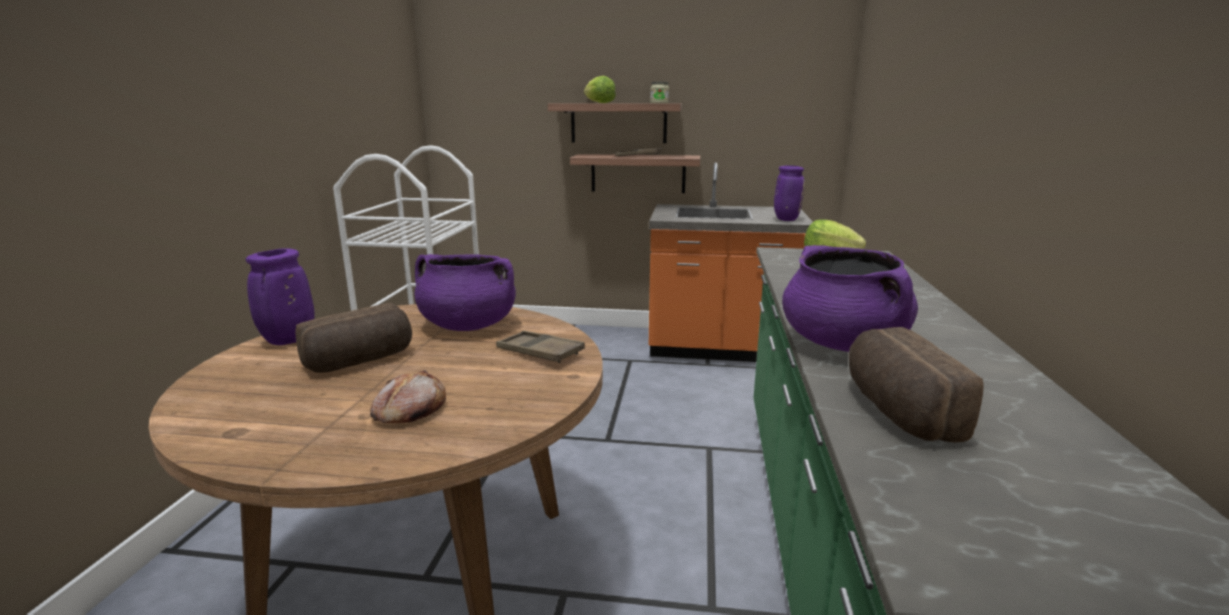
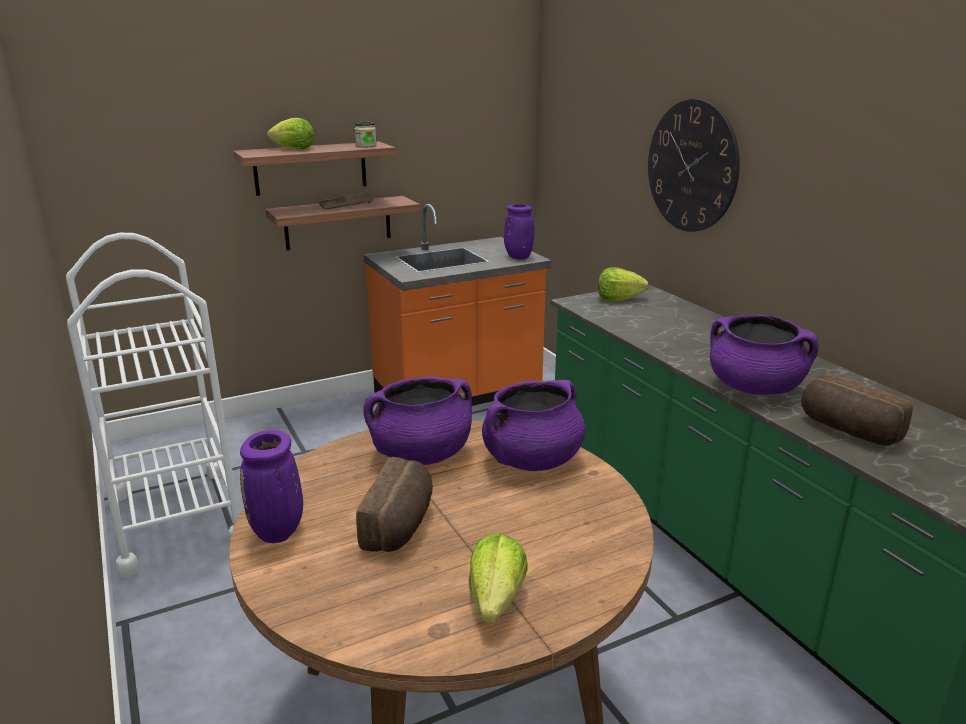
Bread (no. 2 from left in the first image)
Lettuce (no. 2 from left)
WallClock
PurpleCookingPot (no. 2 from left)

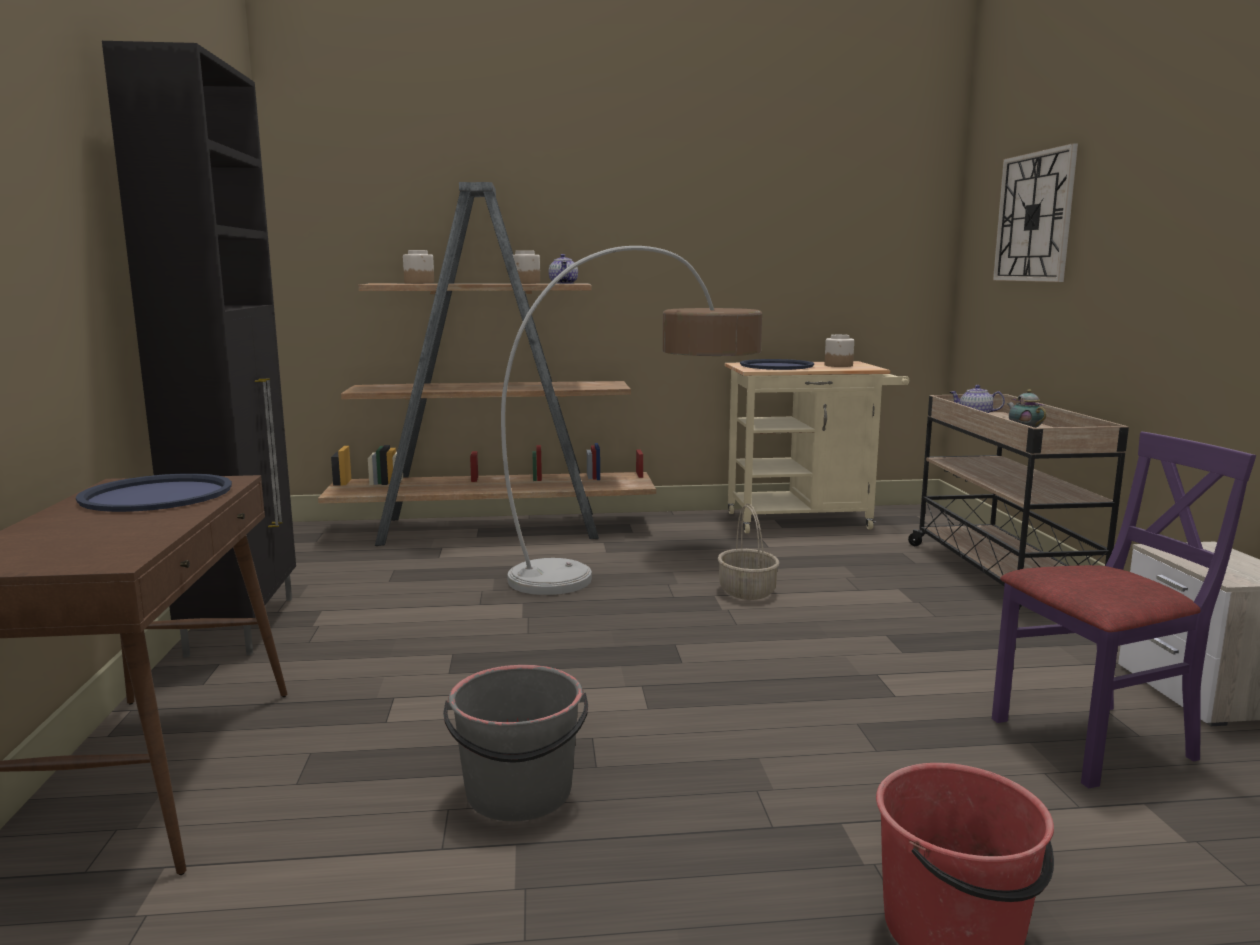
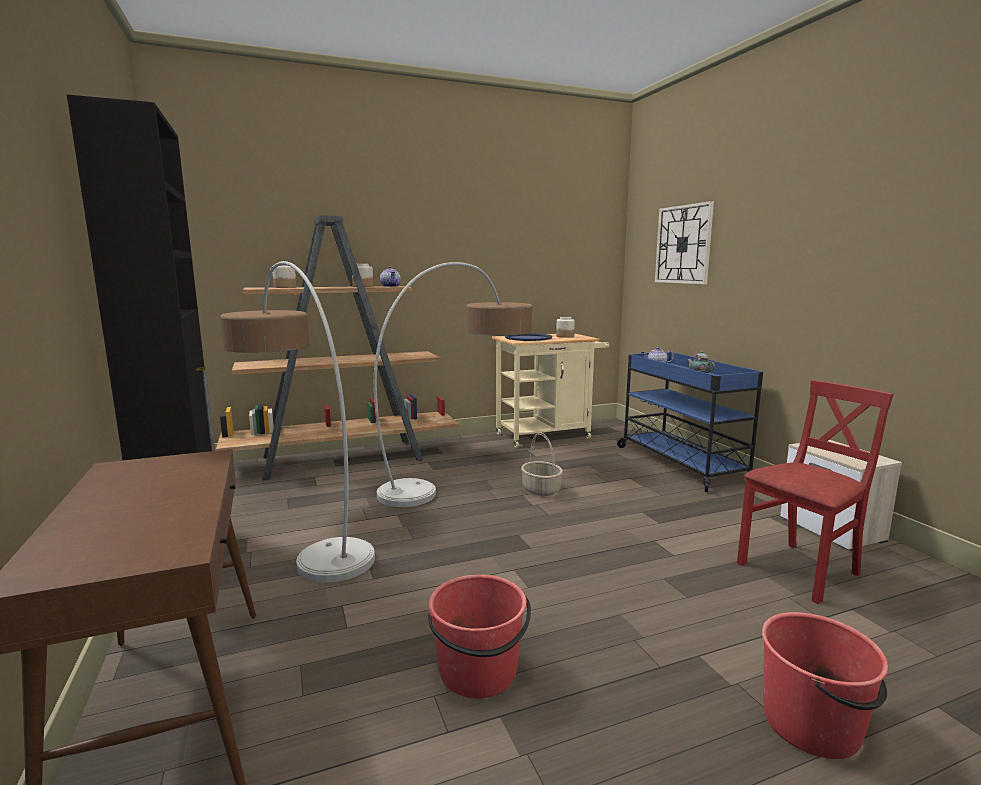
BlueTray (no. 1 from left in the first image)
FloorLamp (no. 1 from left)
RedBucket (no. 1 from left)
BlueCart
RedChair

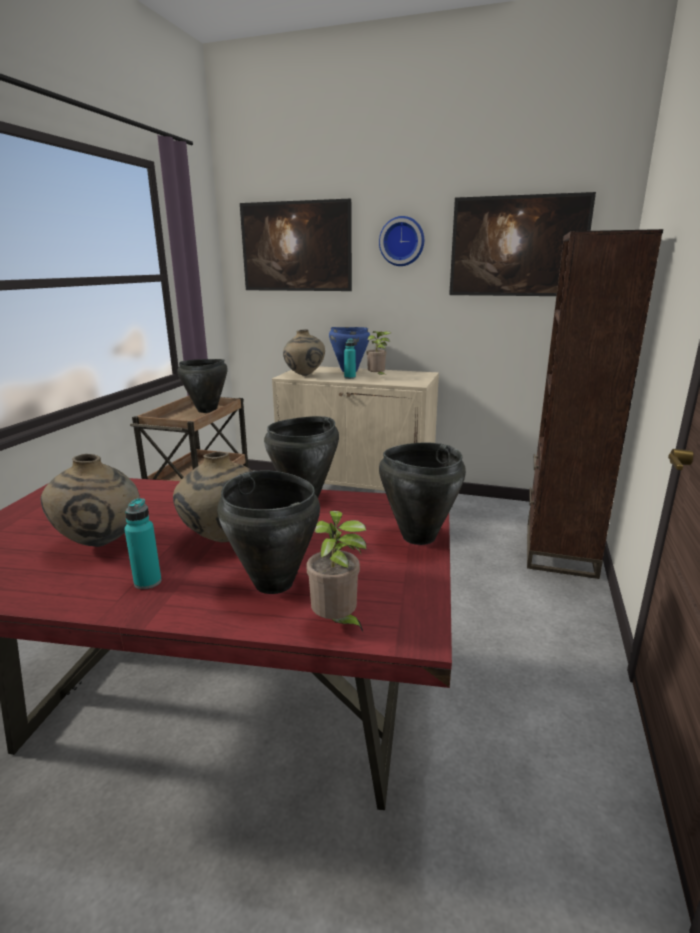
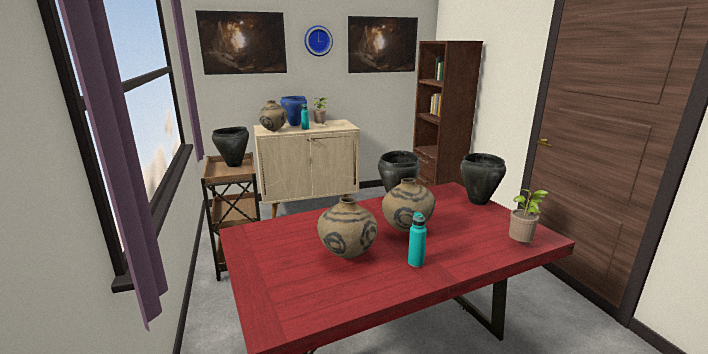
BlackCookingPot (no. 2 from left in the first image)

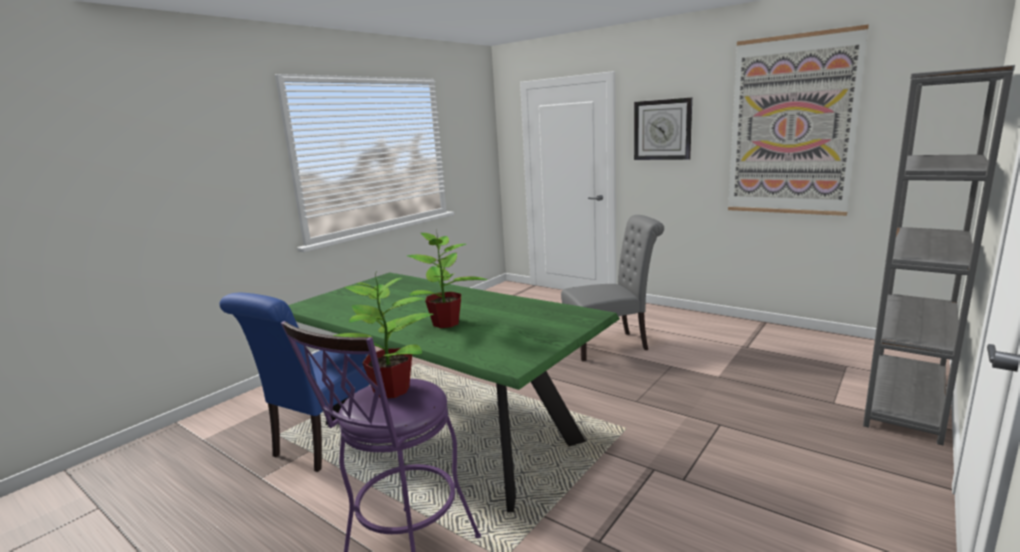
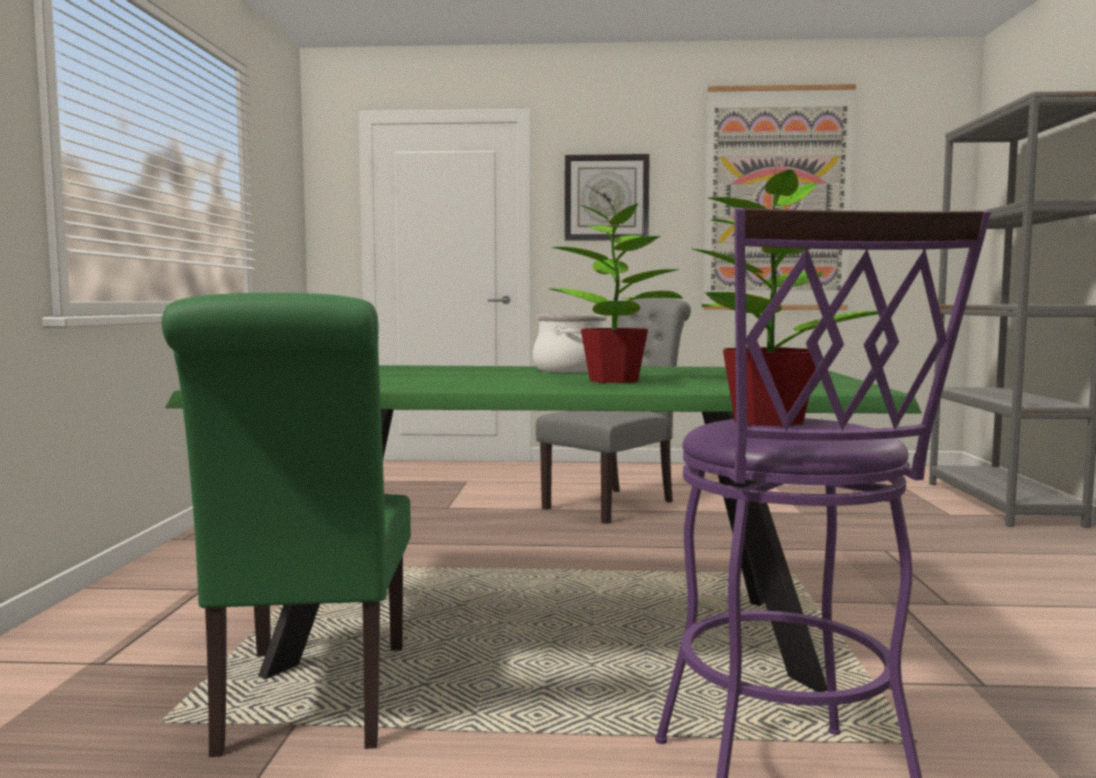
CookingPot
GreenChair

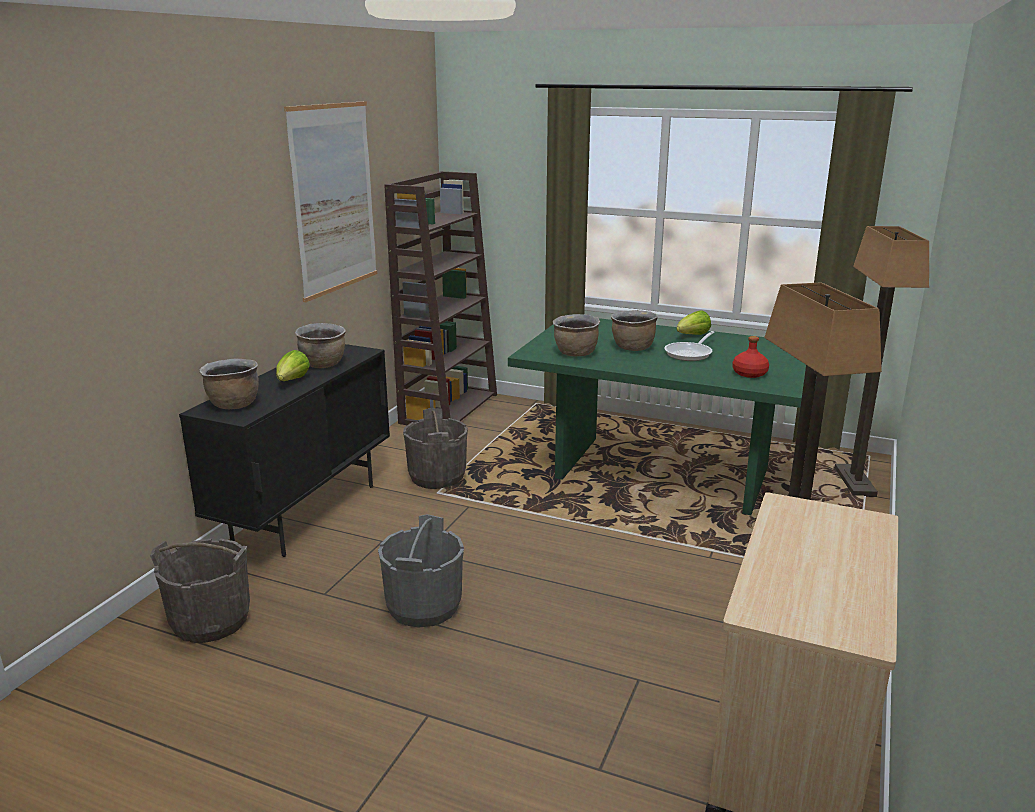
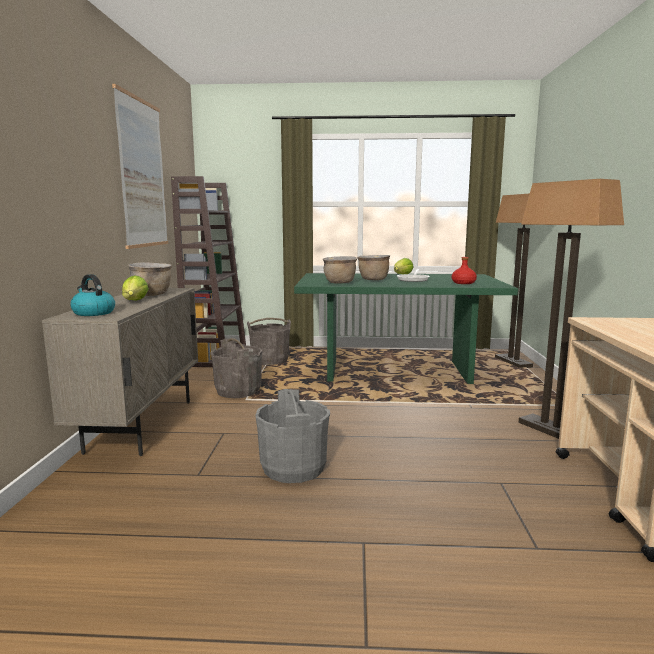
GreyBucket (no. 2 from left)
Kettle
BeigeCabinet

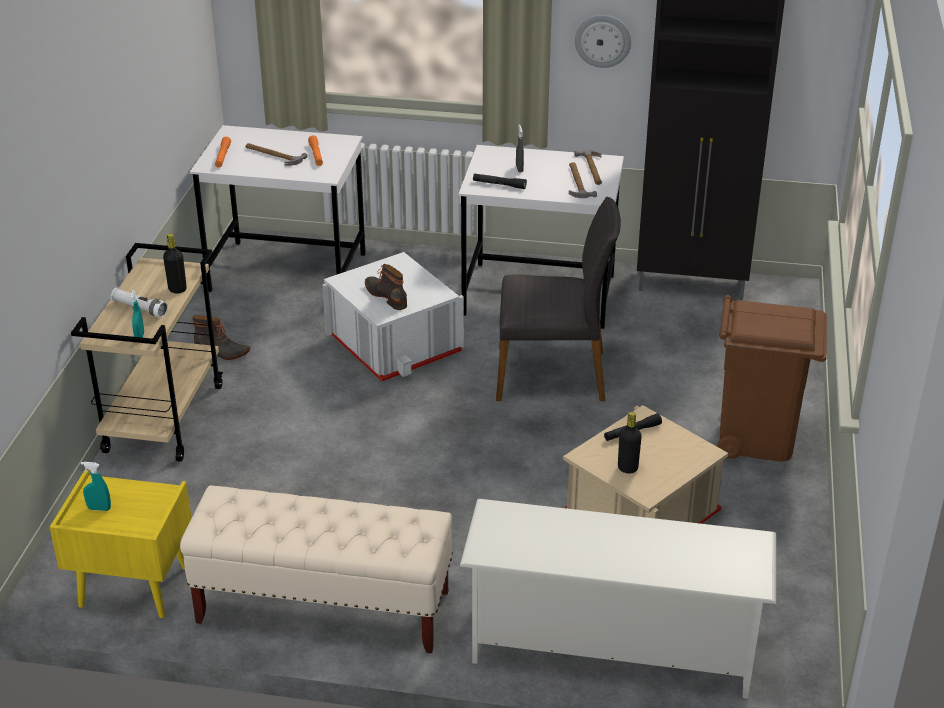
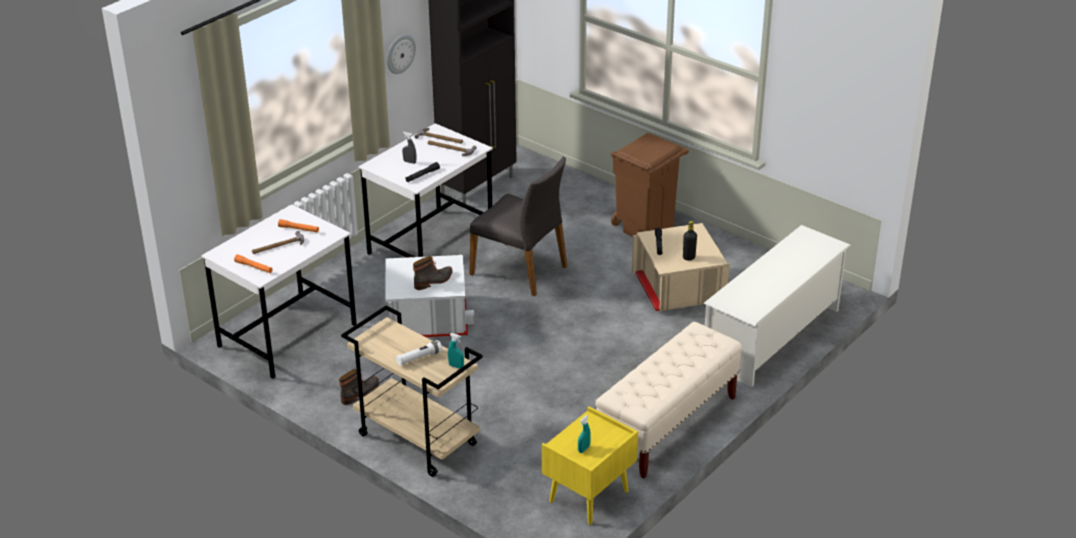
BlackBottle (no. 1 from left in the first image)
Boot (no. 2 from left)
GreyChair

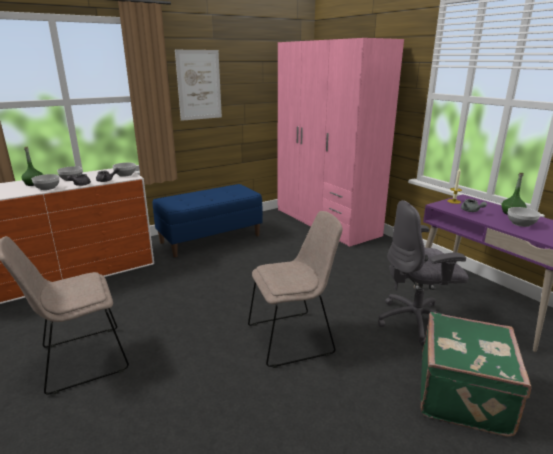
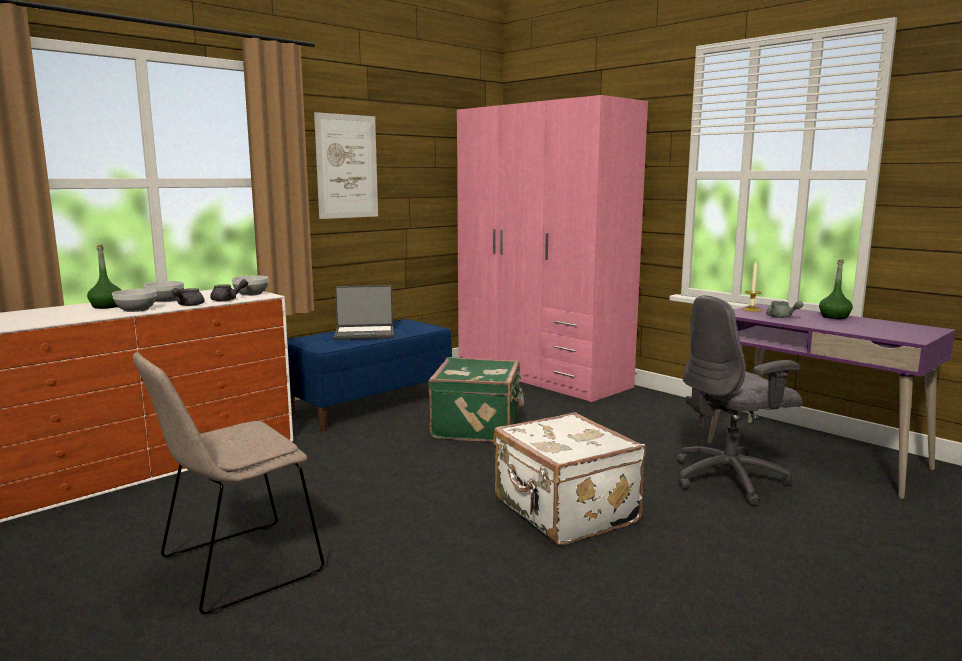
Bowl (no. 4 from left in the first image)
Laptop
GreenSuitcase
WhiteSuitcase

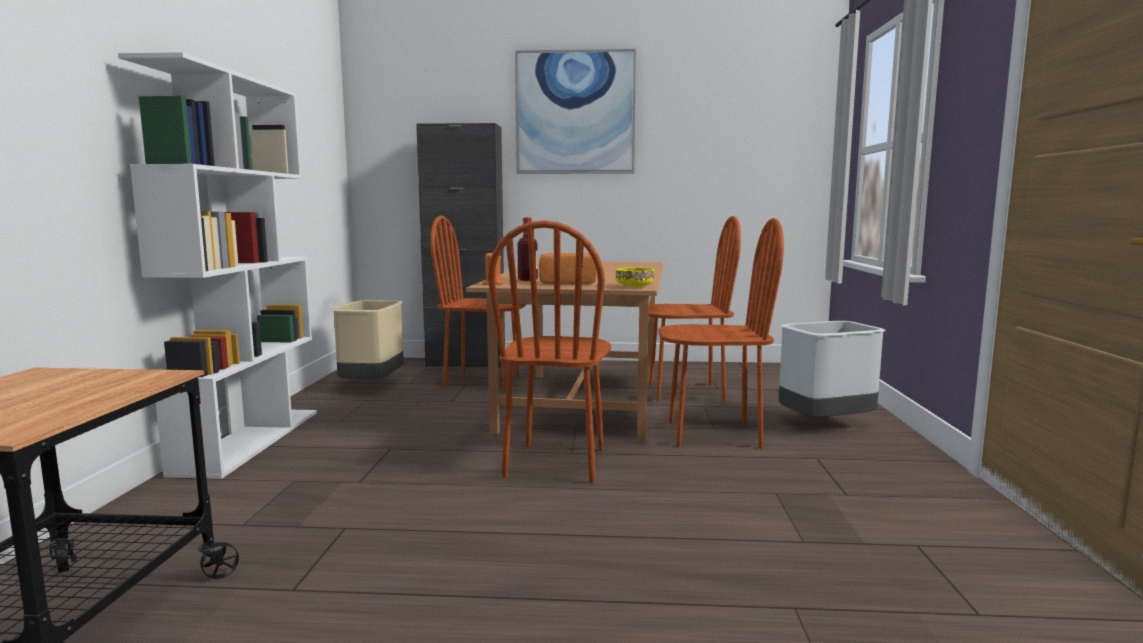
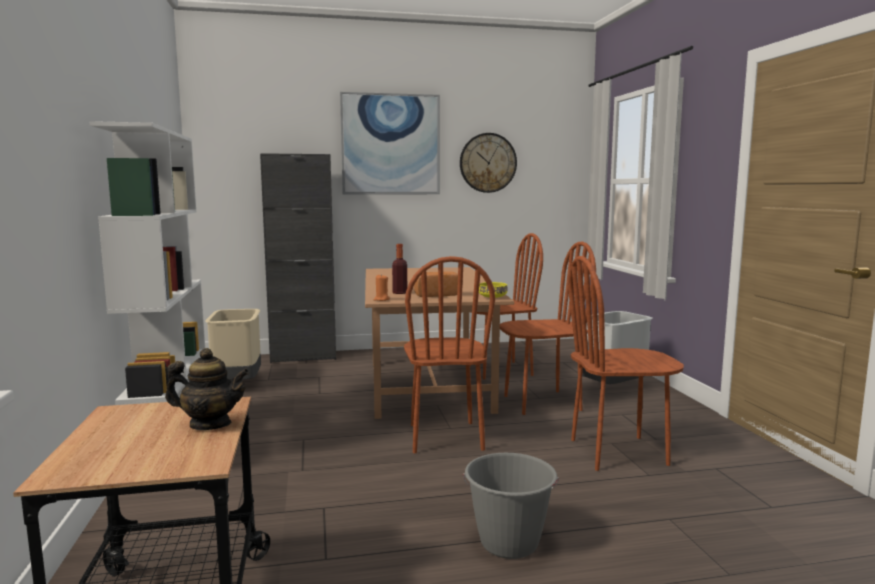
Teapot
WallClock
GreyBucket
BrownChair (no. 4 from left)

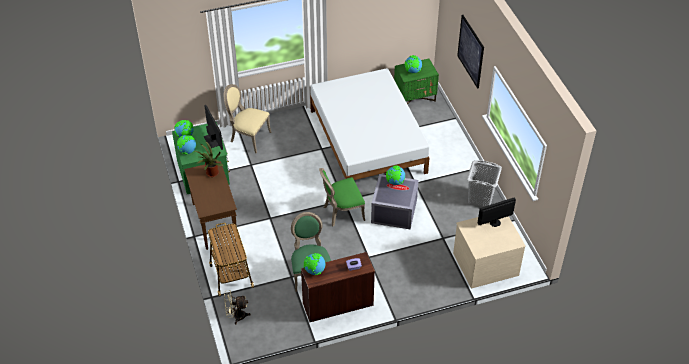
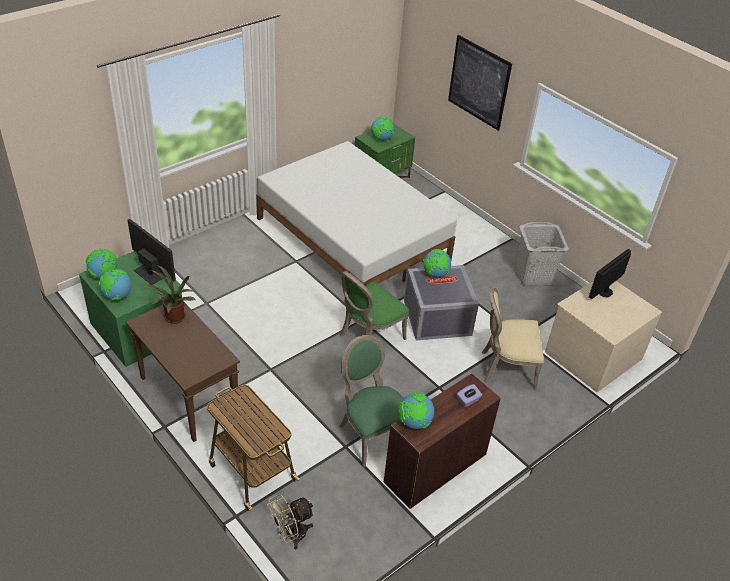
BeigeChair

